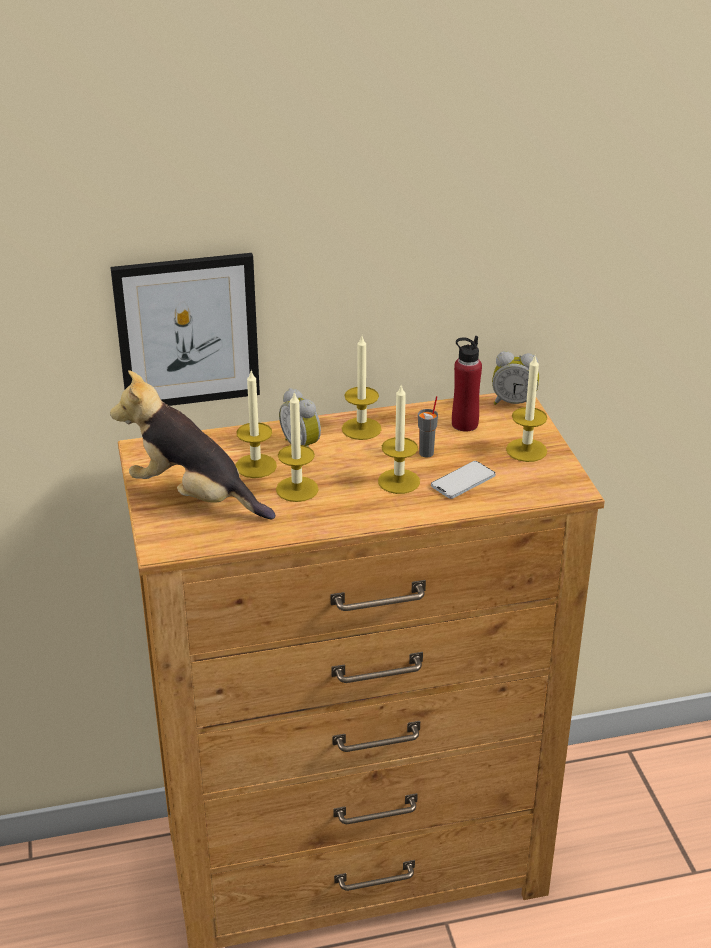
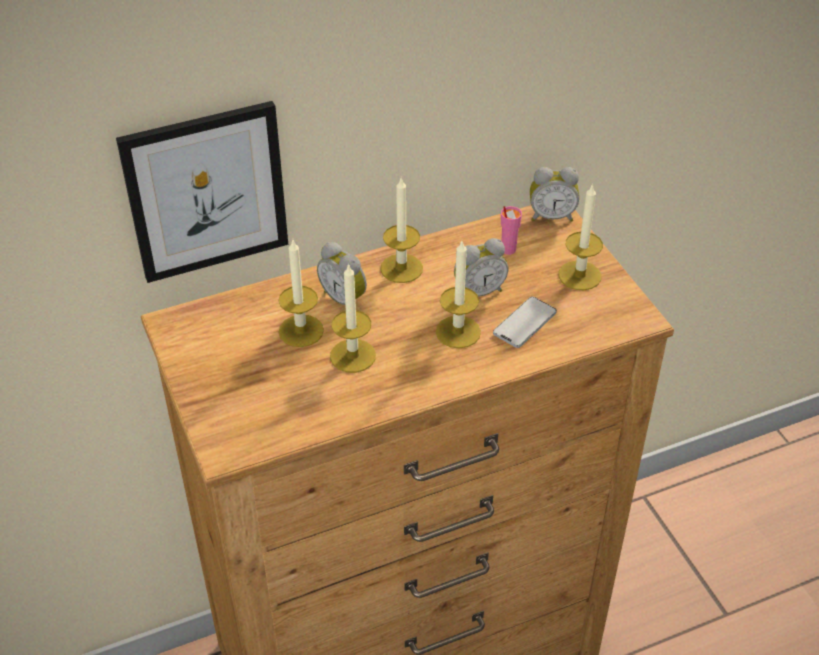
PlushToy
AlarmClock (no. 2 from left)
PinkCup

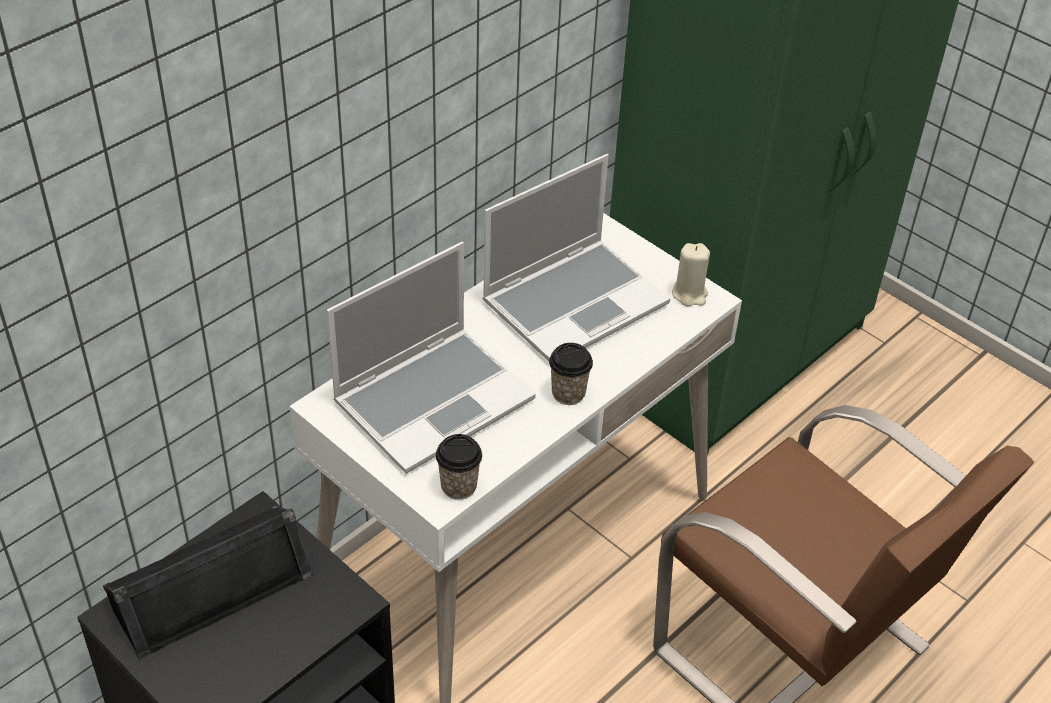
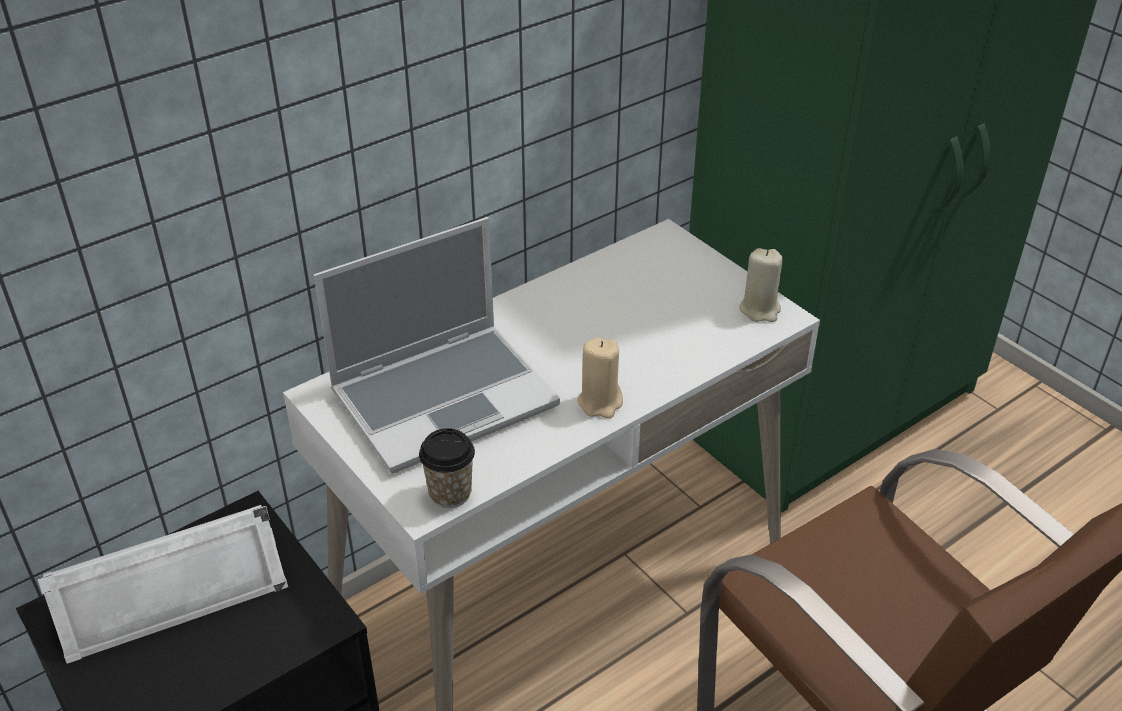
Laptop (no. 2 from left in the first image)
BeigeCandle (no. 1 from left)
WhiteSpeaker

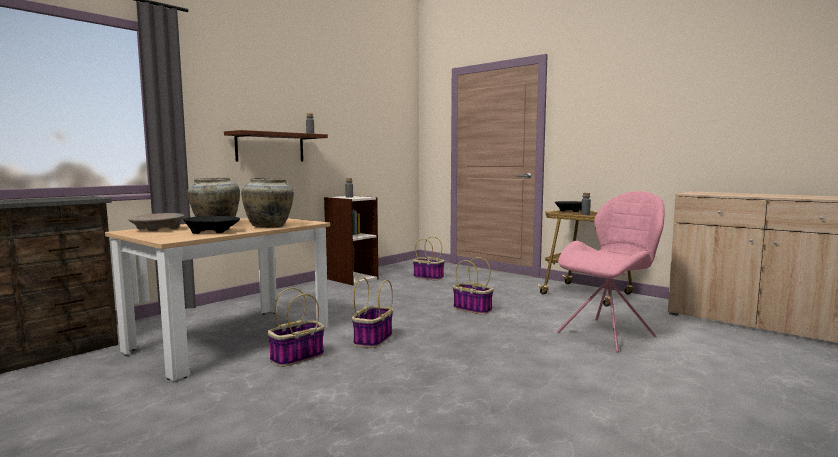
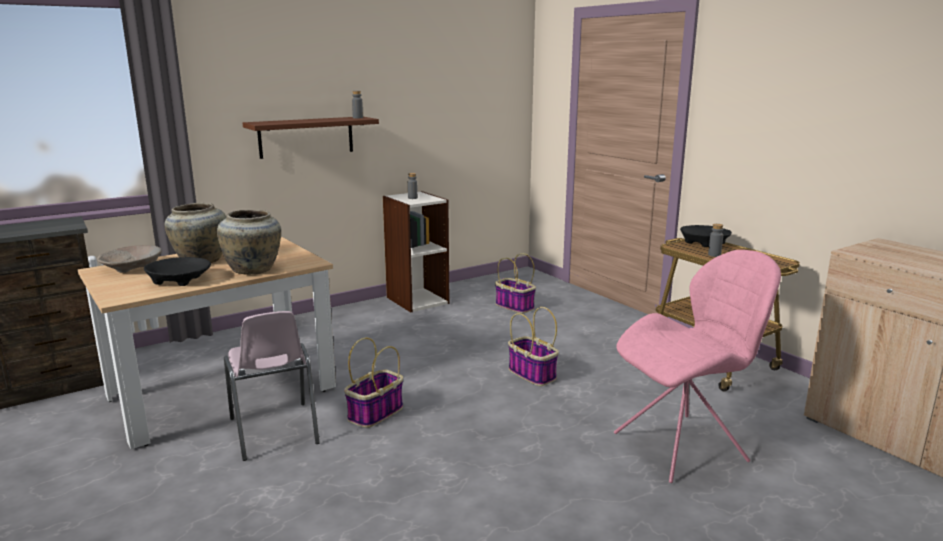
PinkChair (no. 1 from left)

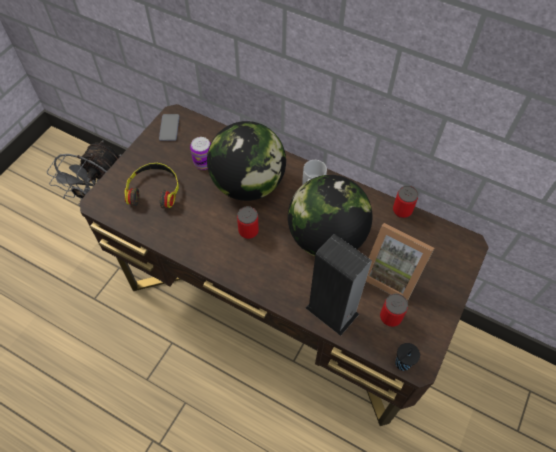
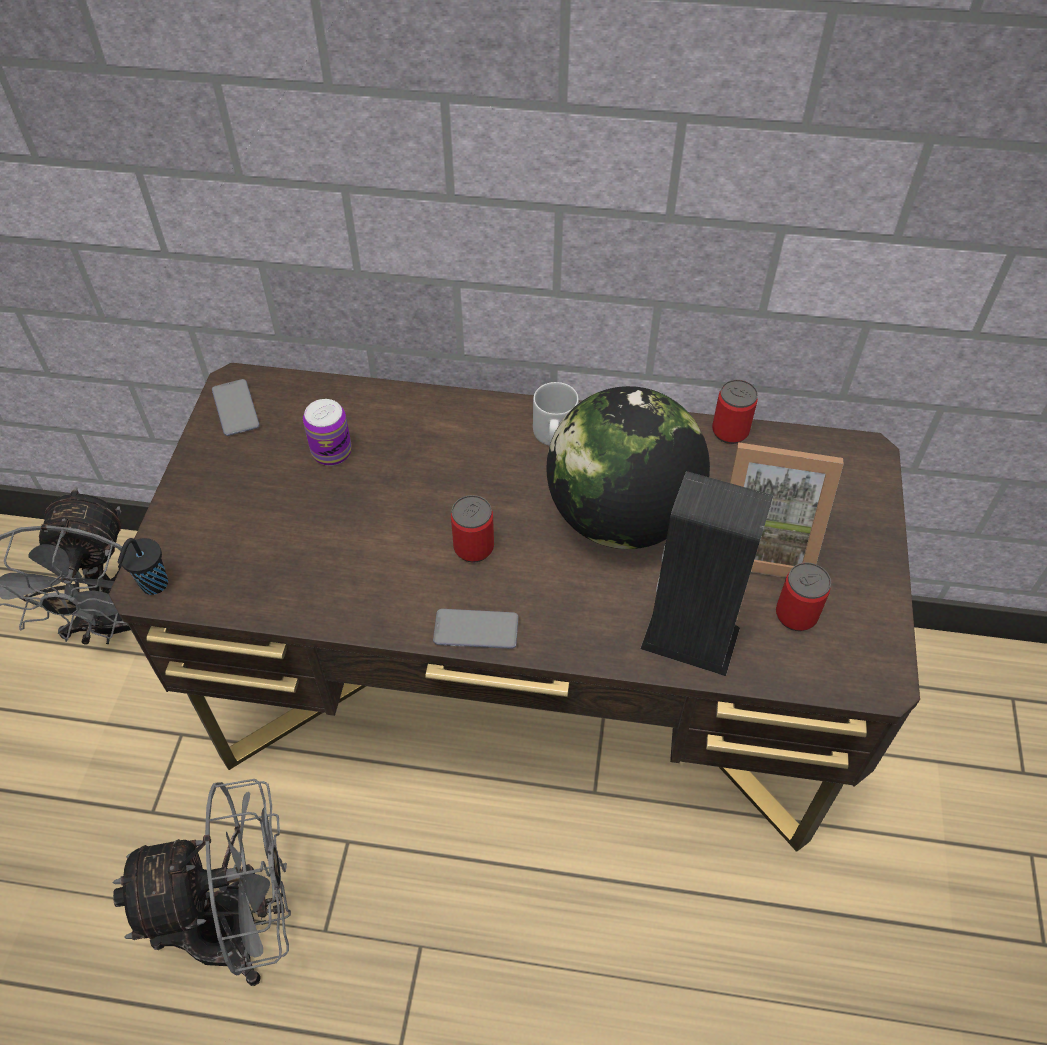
Headphones
Globe (no. 1 from left in the first image)
GreyFan (no. 2 from left)
Phone (no. 2 from left)
BlackCup

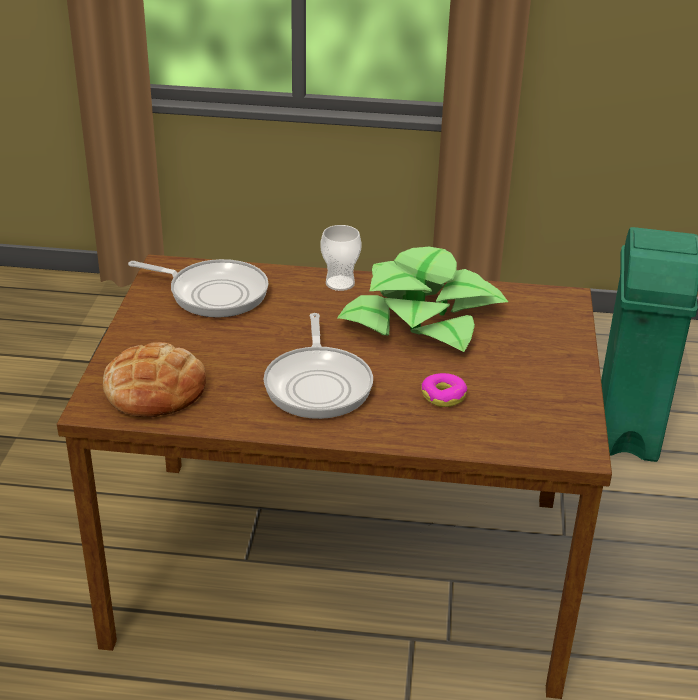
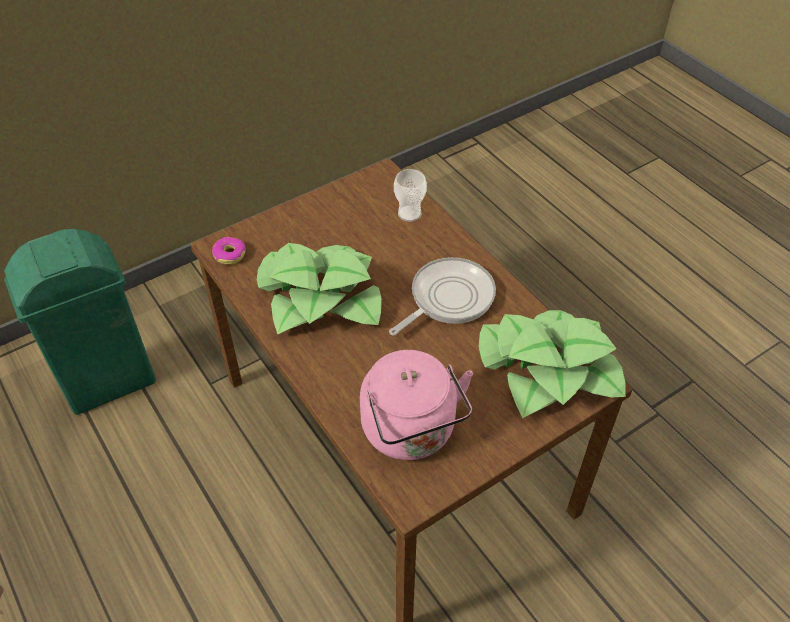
Cup
Donut
PottedPlant (no. 2 from left)
PinkKettle

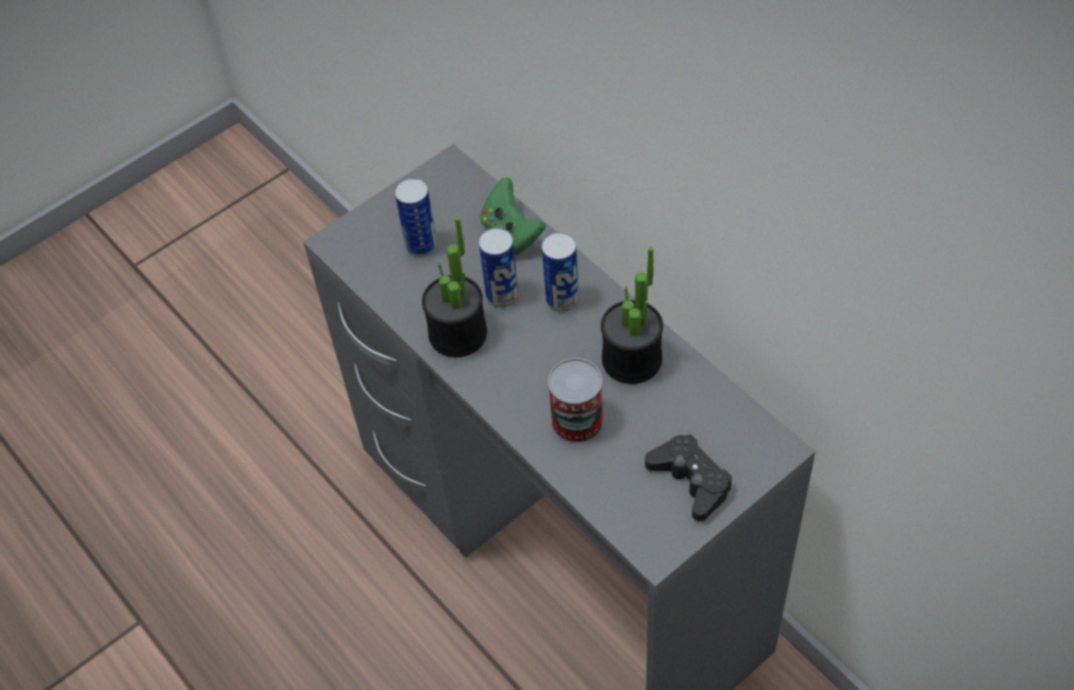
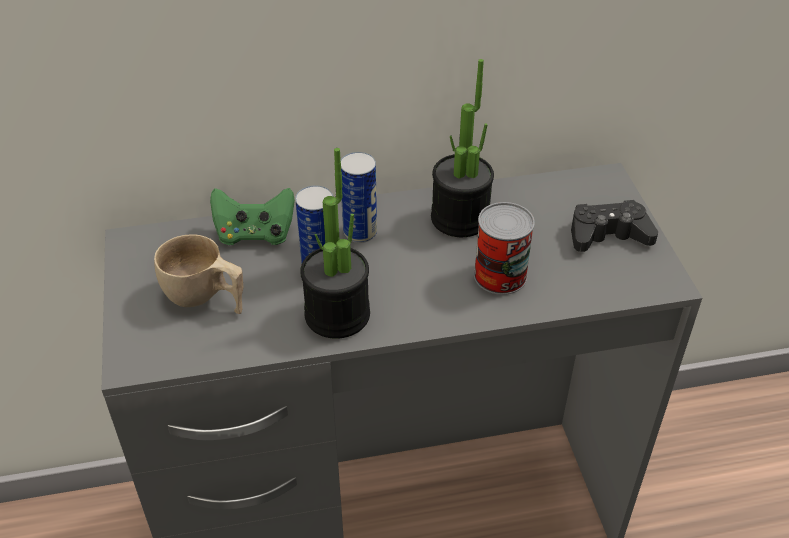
BeigeCup

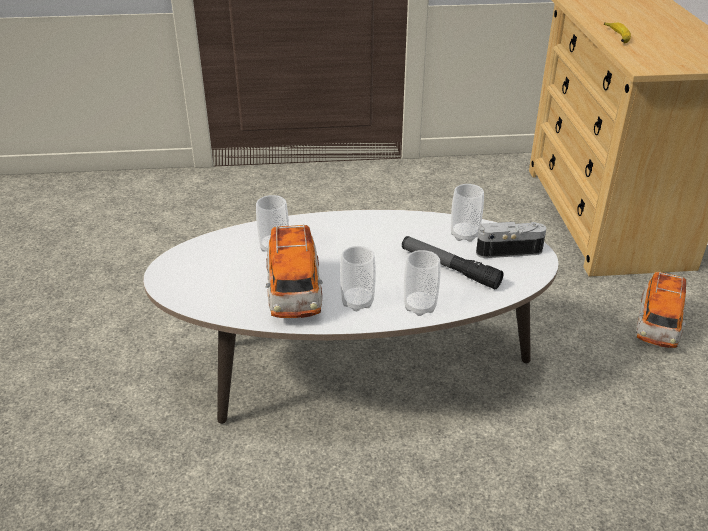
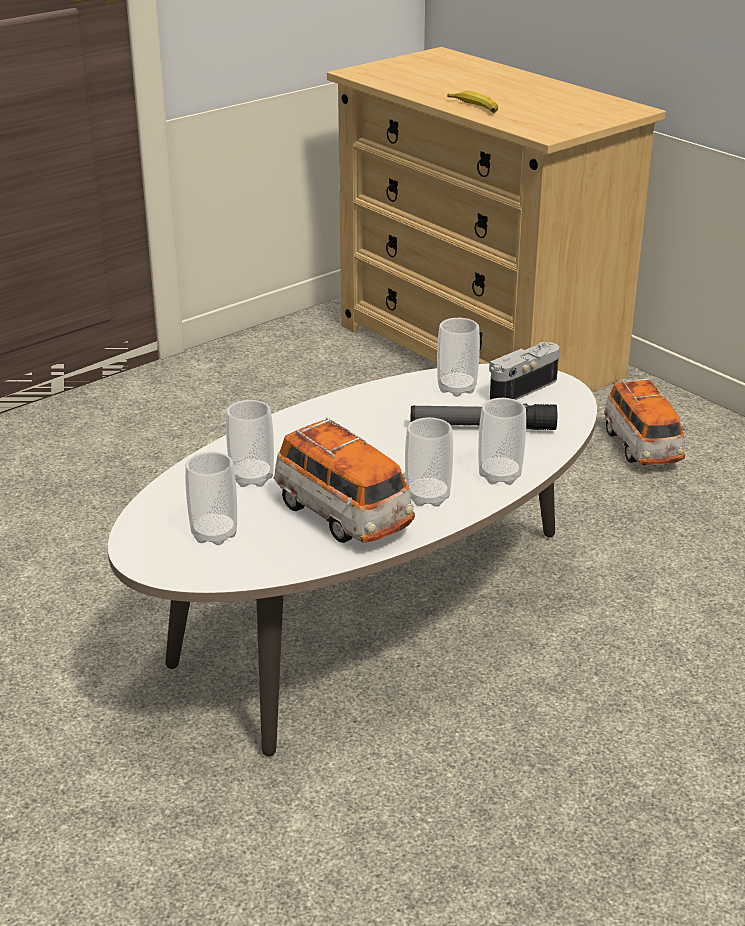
Cup (no. 1 from left)

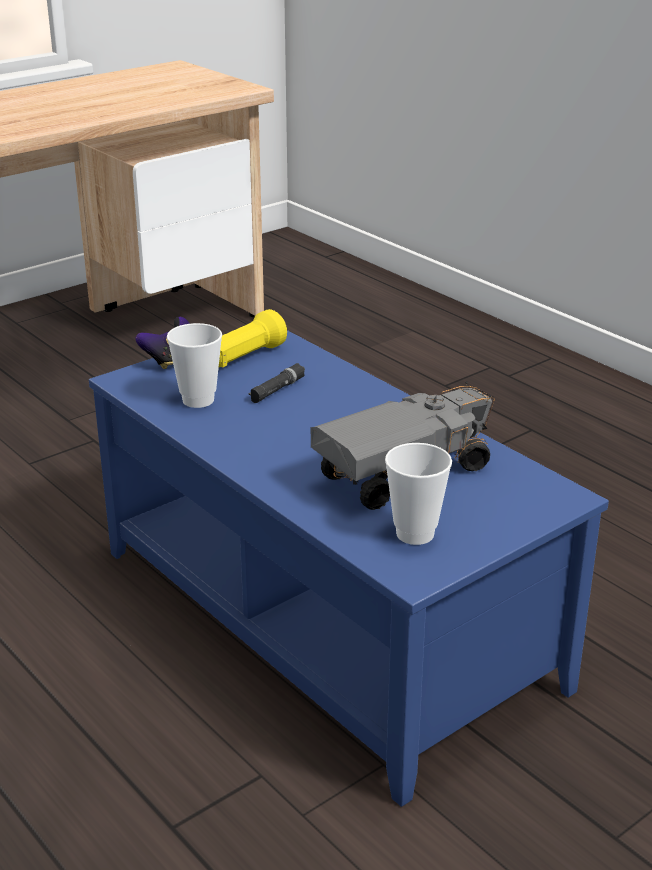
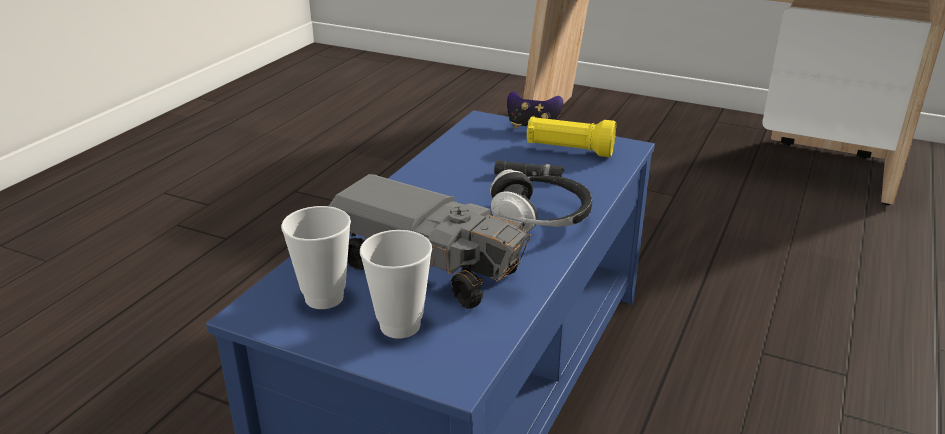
Headphones
Cup (no. 2 from left)

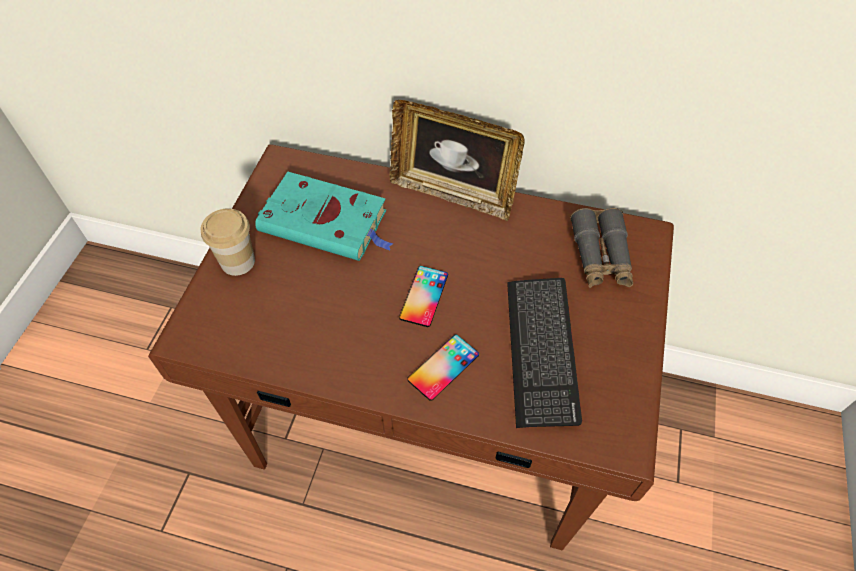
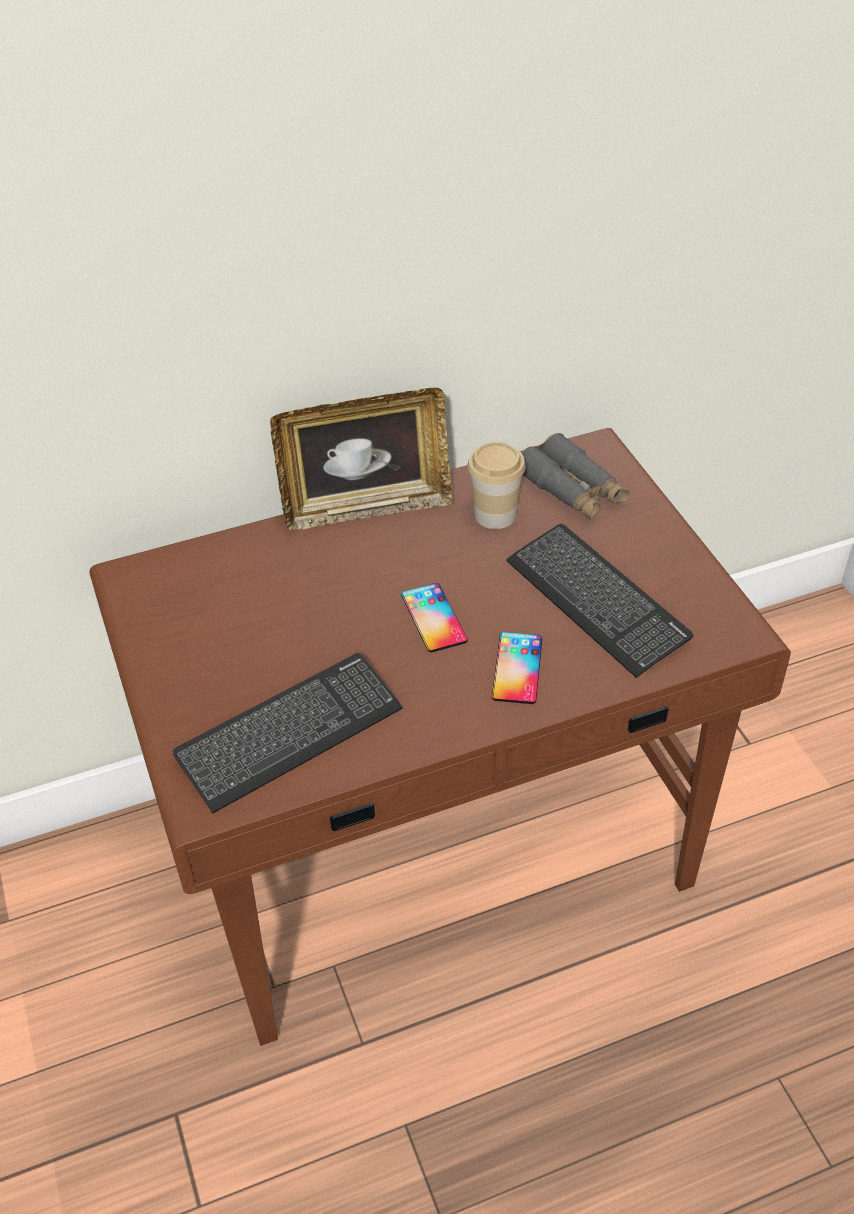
TurquoiseBook
Keyboard (no. 1 from left)
Cup

